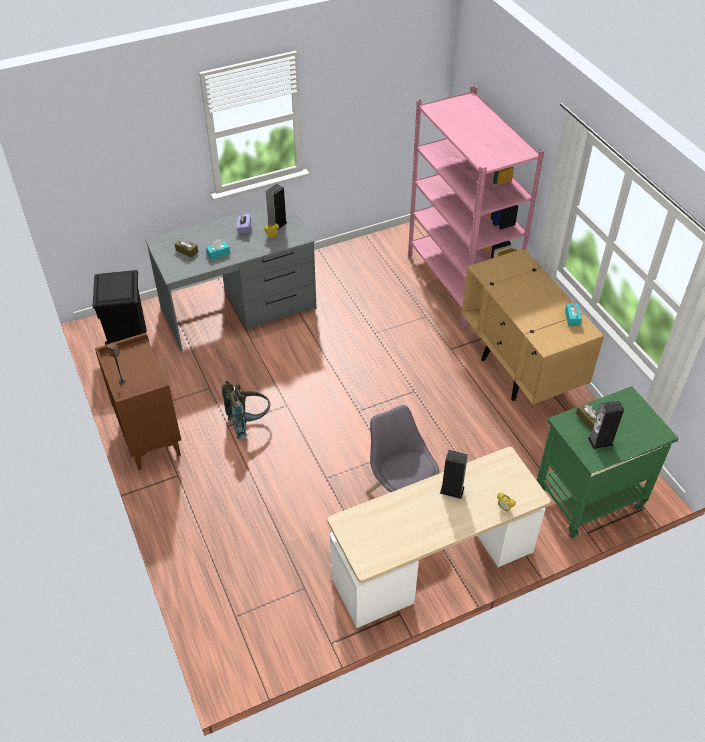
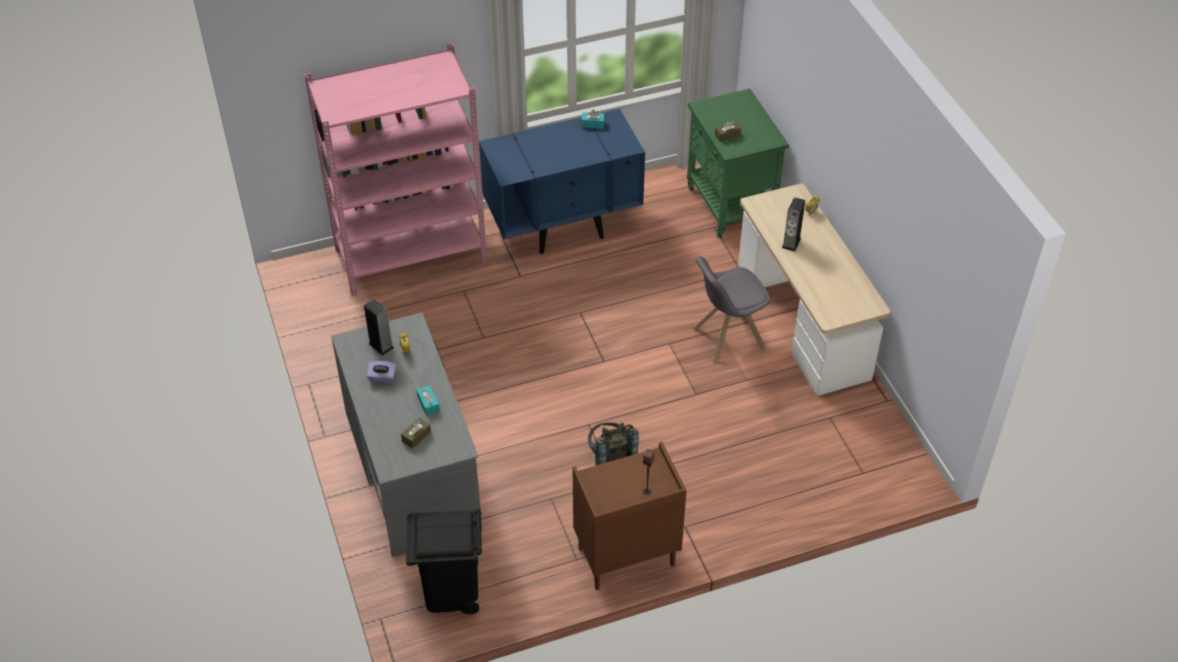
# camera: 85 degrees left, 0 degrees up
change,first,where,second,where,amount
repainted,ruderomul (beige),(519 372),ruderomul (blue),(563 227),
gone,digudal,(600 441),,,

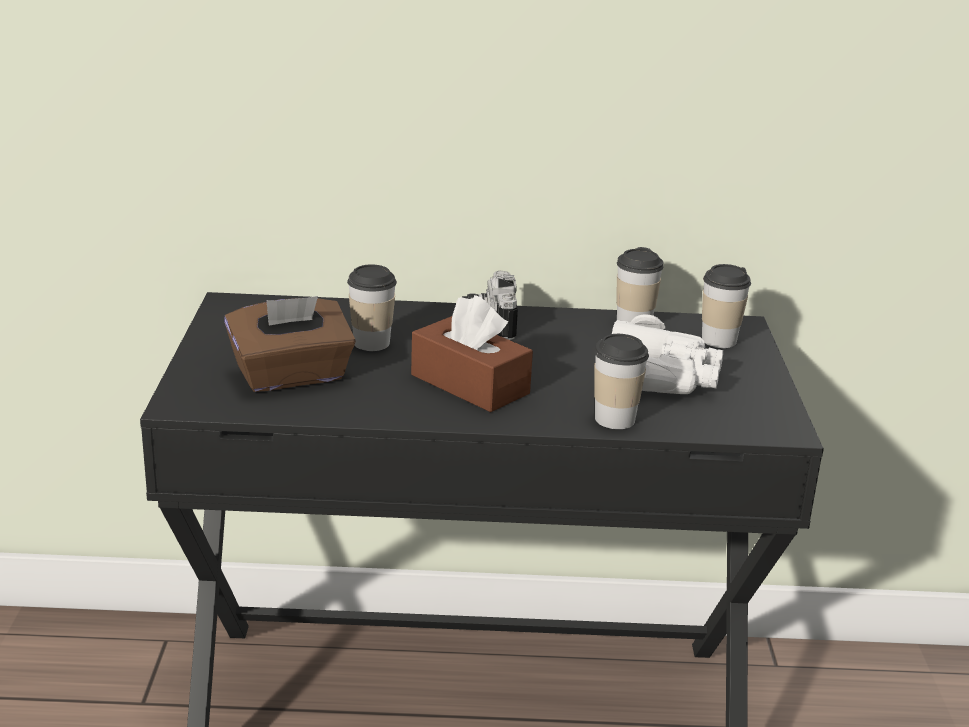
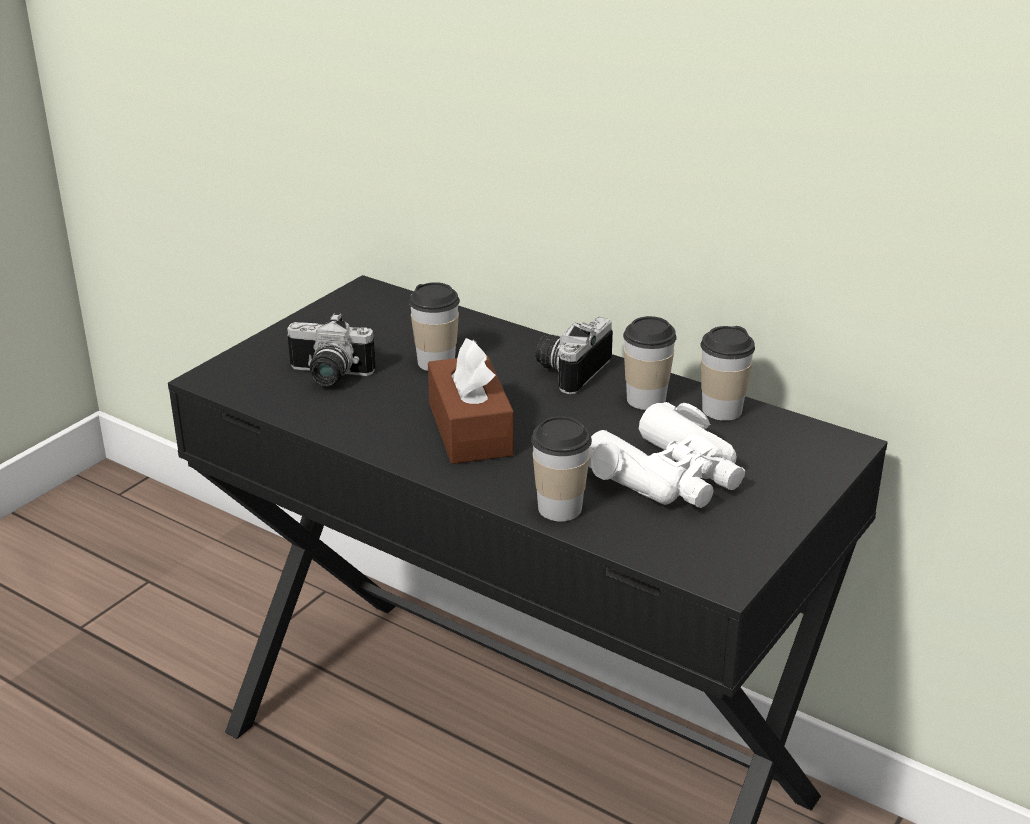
# camera: 35 degrees right, 5 degrees up
change,first,where,second,where,amount
swapped,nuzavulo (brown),(291 376),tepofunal,(328 376),
shifted,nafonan,(719 340),,(646 399),

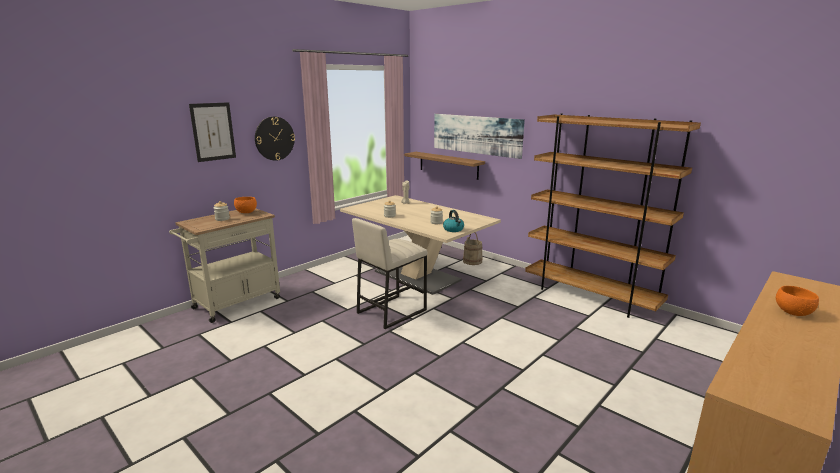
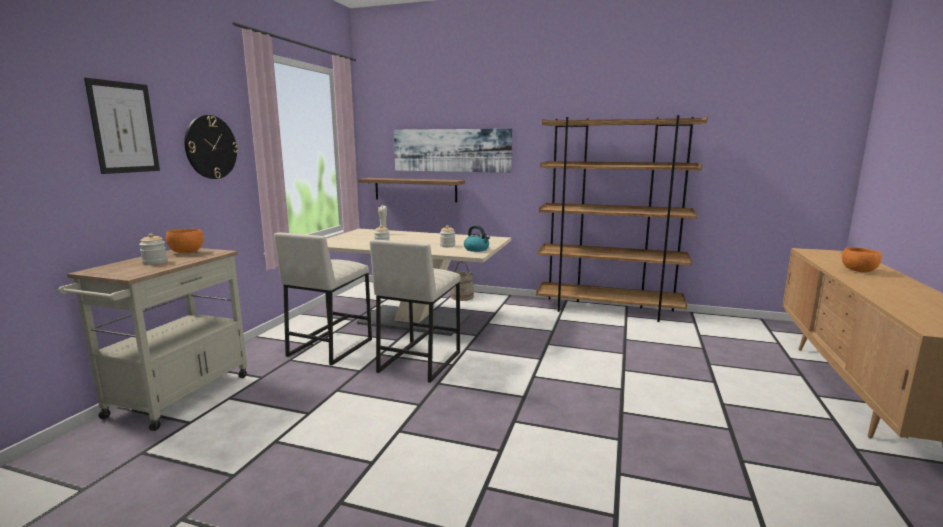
# camera: 25 degrees left, 5 degrees down
change,first,where,second,where,amount
new,,,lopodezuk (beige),(330 347),

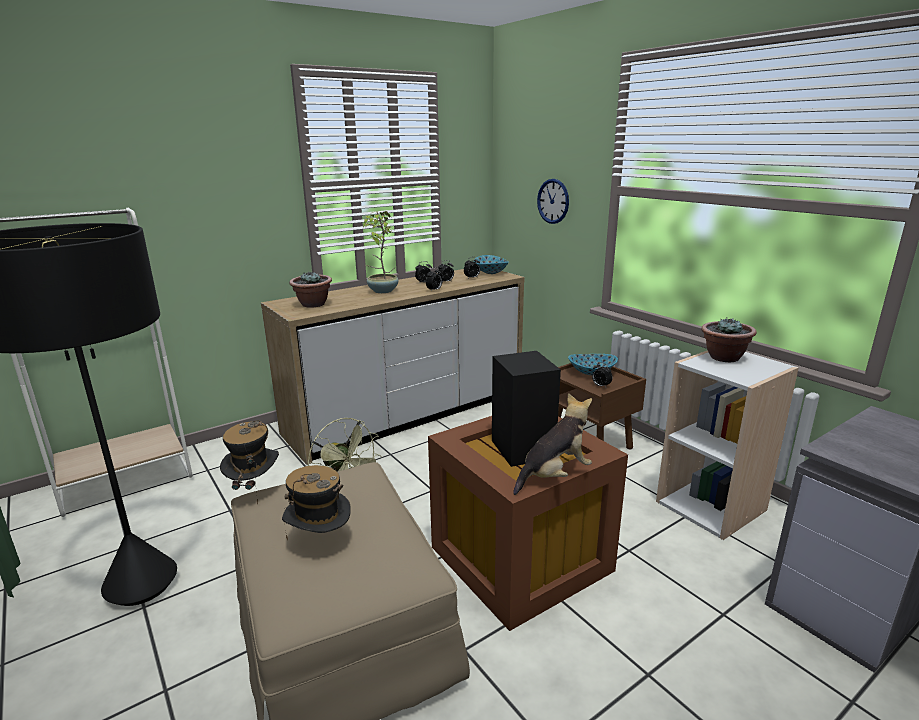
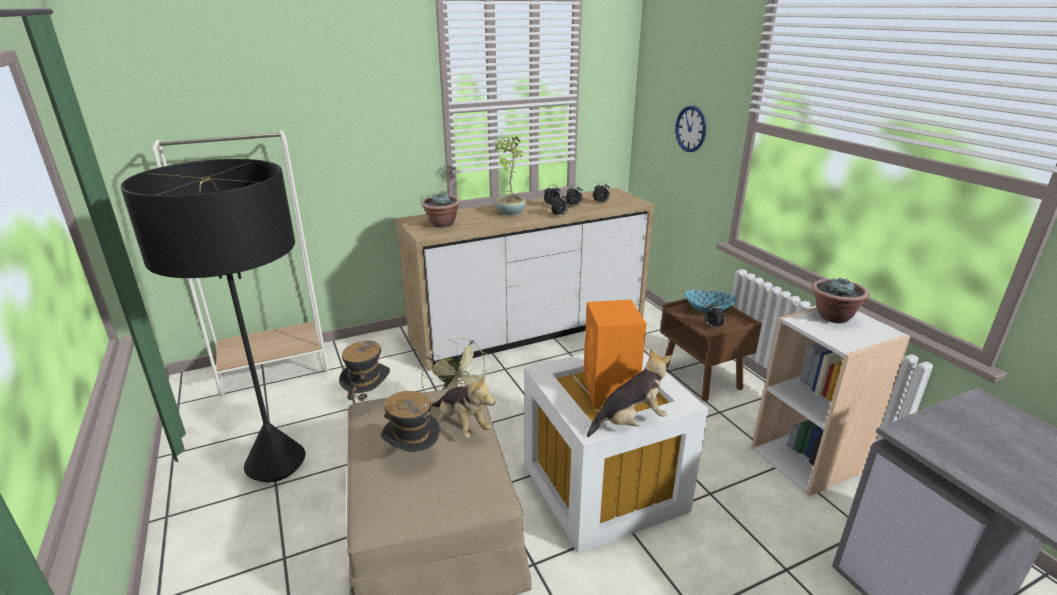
# camera: 10 degrees right, 5 degrees up
change,first,where,second,where,amount
repainted,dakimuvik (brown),(521 556),dakimuvik (white),(604 485),
gone,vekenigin,(491 272),,,
repainted,digudal (black),(523 450),digudal (orange),(610 391),
new,,,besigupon,(462 425),

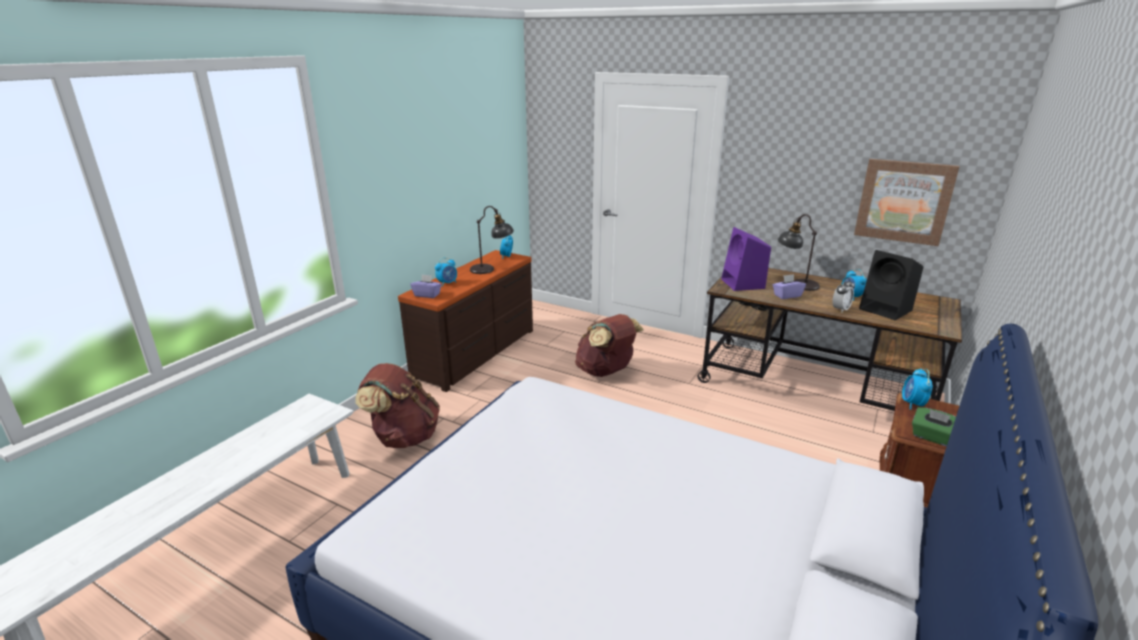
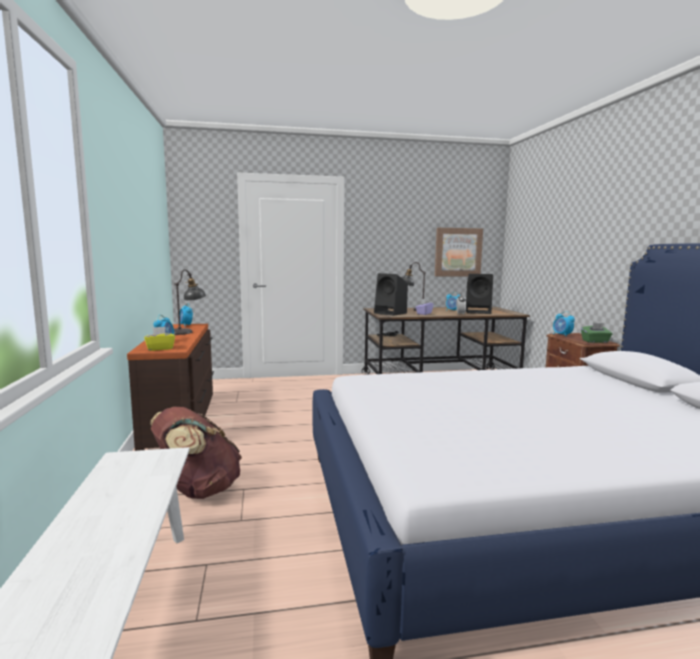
# camera: 40 degrees left, 15 degrees down
change,first,where,second,where,amount
repainted,nuzavulo (purple),(427 295),nuzavulo (yellow),(160 348),
gone,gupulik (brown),(606 372),,,
repainted,digudal (purple),(743 284),digudal (black),(391 313),

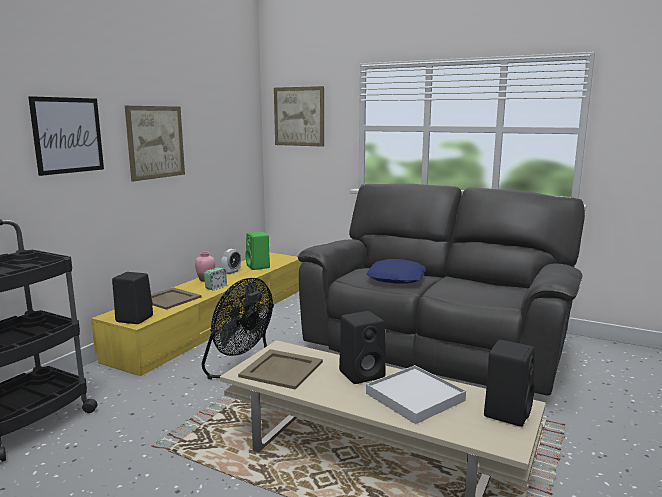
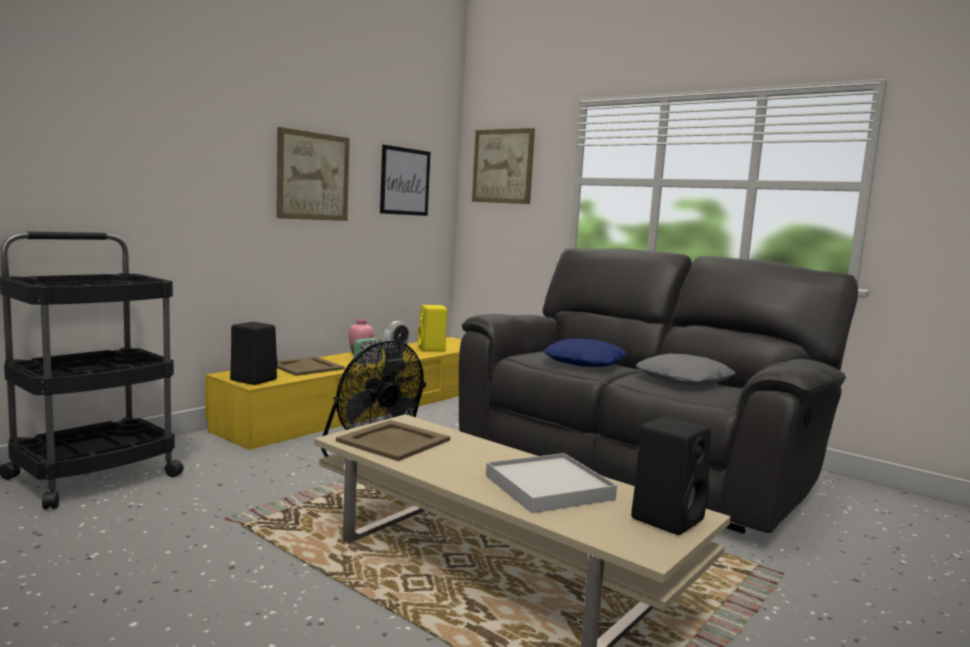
# camera: 10 degrees right, 5 degrees down
change,first,where,second,where,amount
shifted,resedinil,(68 135),,(405 181),
repainted,digudal (green),(258 267),digudal (yellow),(432 349),
gone,digudal (black),(363 374),,,
new,,,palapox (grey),(684 380),

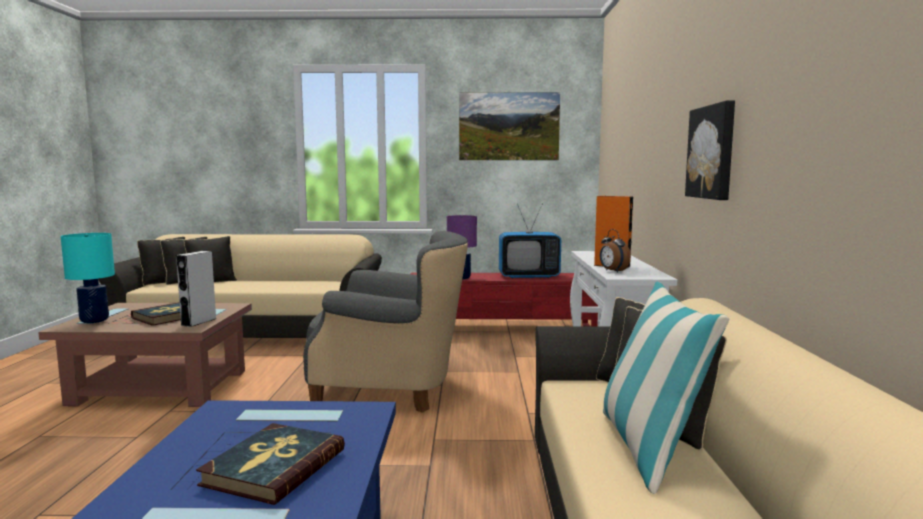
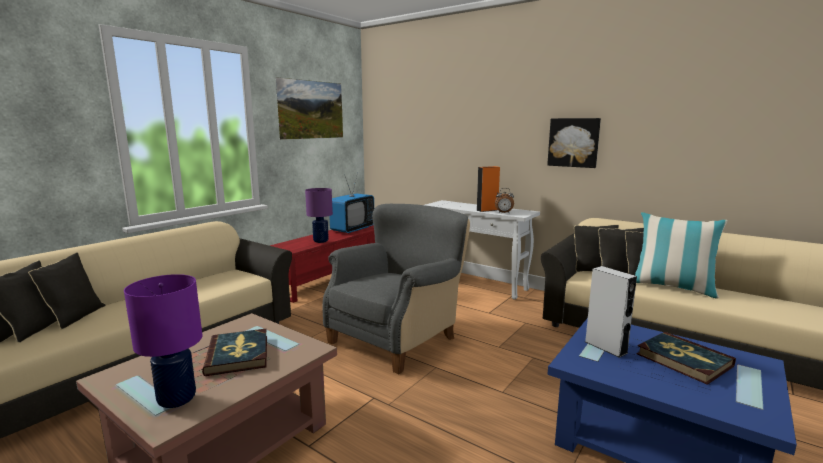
# camera: 55 degrees left, 5 degrees up
change,first,where,second,where,amount
repainted,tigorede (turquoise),(94 322),tigorede (purple),(177 401),
shifted,digudal (grey),(198 322),,(605 347),

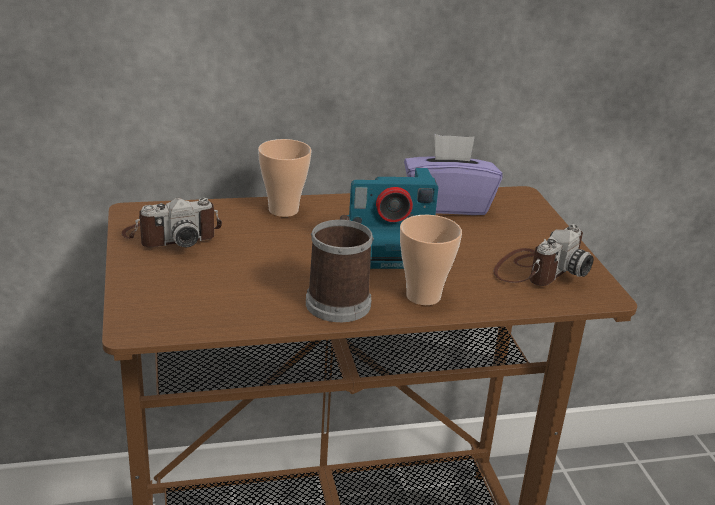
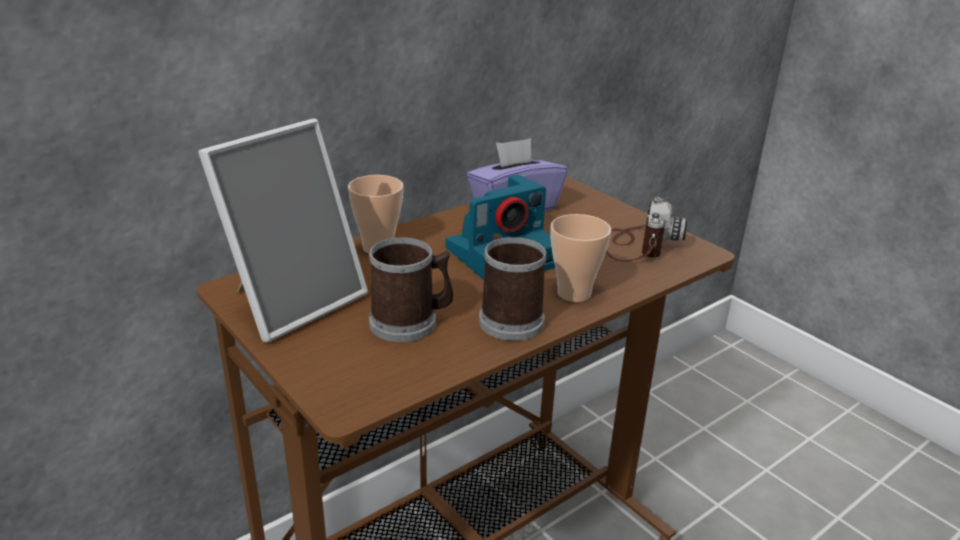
# camera: 25 degrees left, 0 degrees up
change,first,where,second,where,amount
swapped,tepofunal,(172 236),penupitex,(293 301),
new,,,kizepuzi,(411 323),

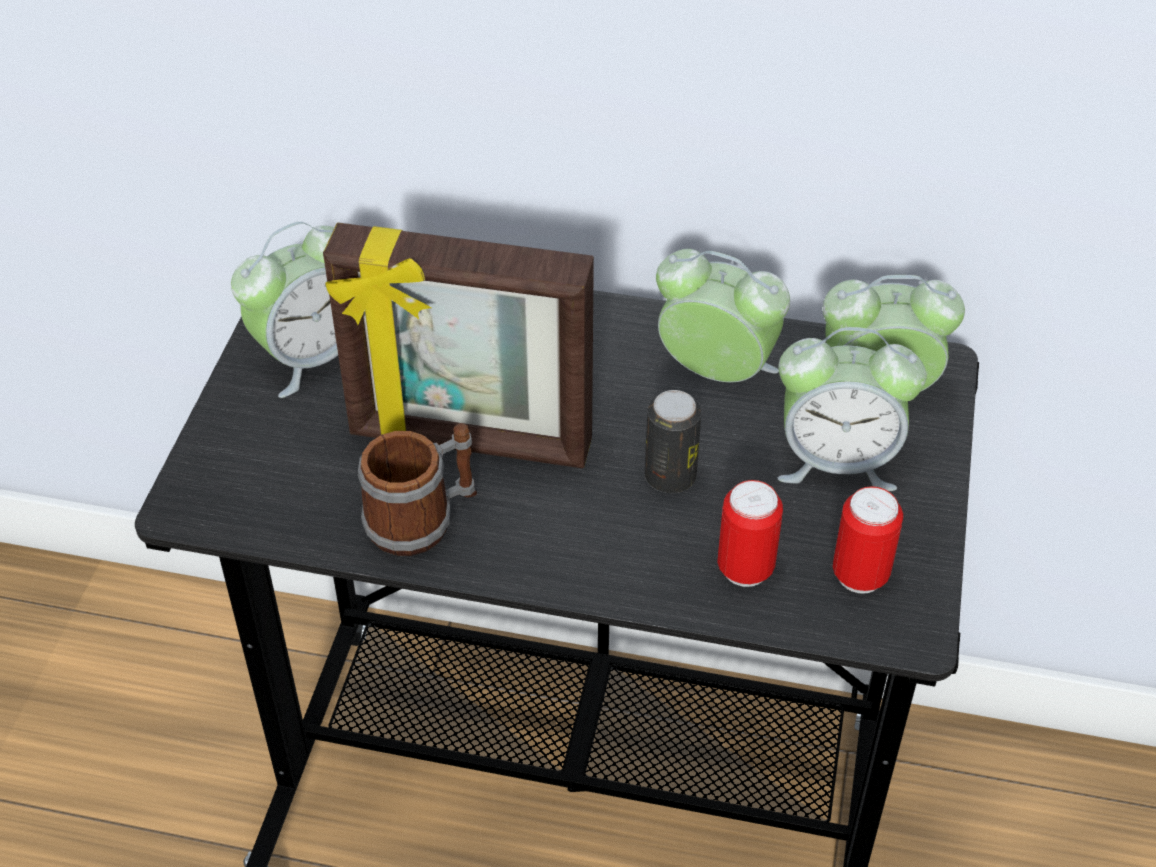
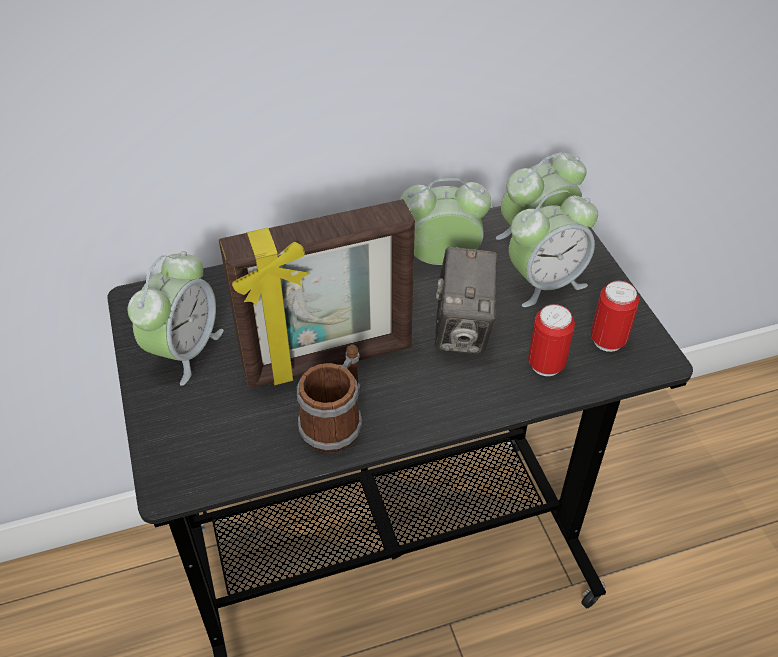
# camera: 30 degrees left, 0 degrees up
change,first,where,second,where,amount
swapped,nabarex,(670 476),tepofunal,(463 330),

